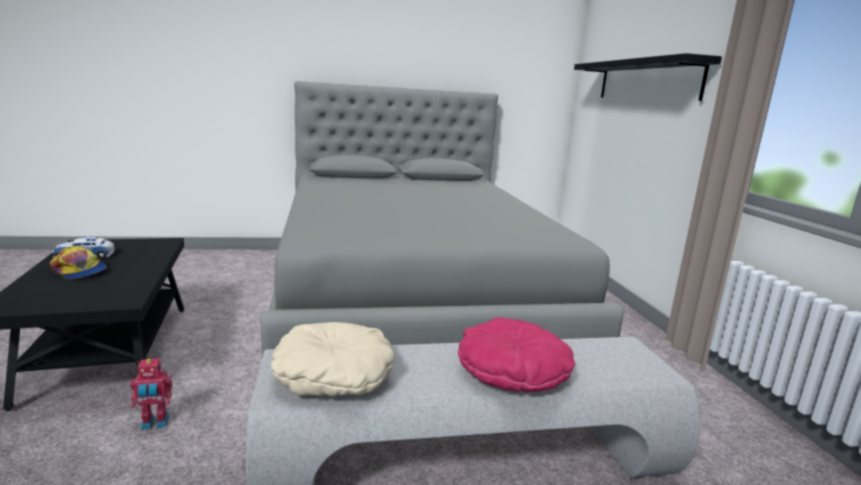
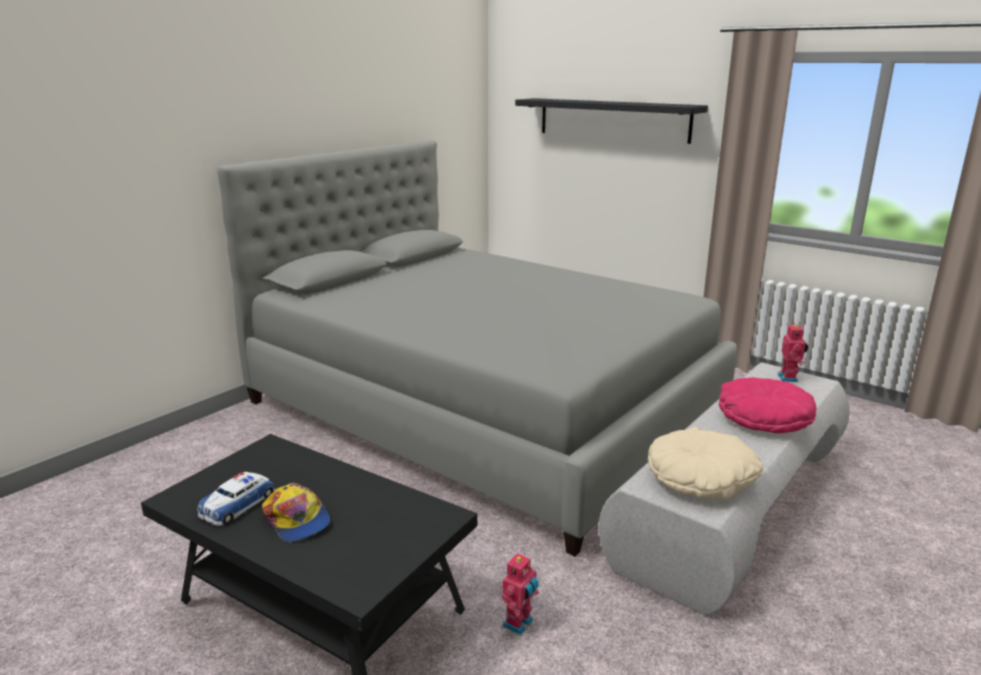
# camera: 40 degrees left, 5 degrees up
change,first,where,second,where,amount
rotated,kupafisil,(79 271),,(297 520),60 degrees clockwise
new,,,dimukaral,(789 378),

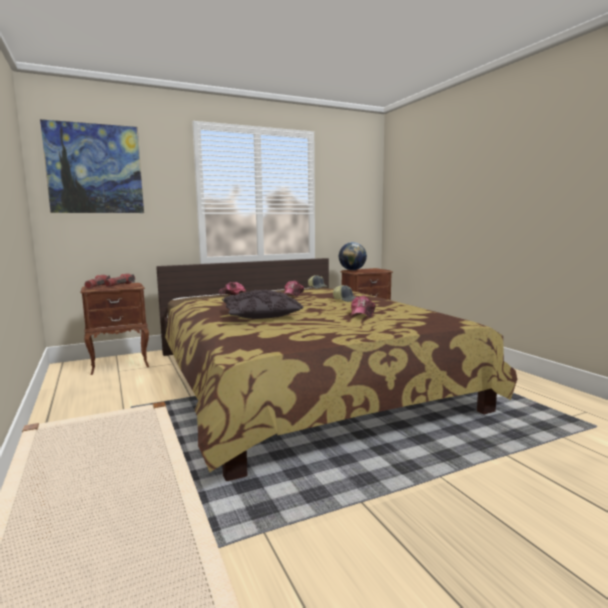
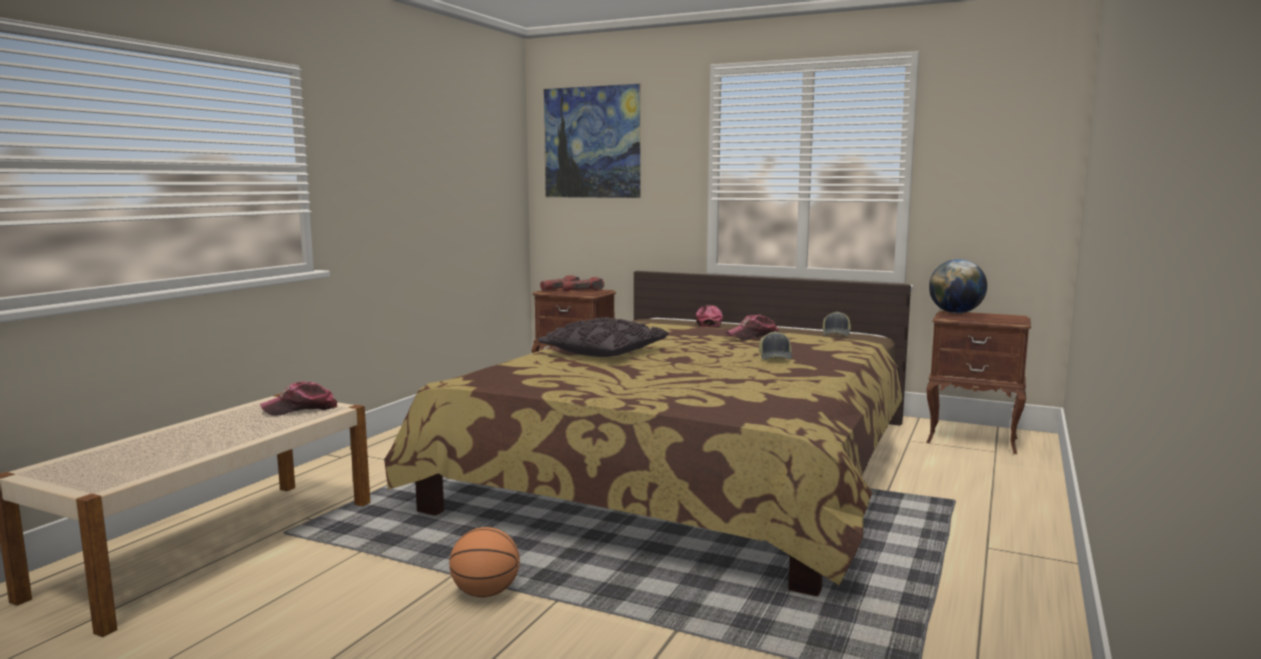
# camera: 50 degrees right, 0 degrees up
change,first,where,second,where,amount
shifted,kupafisil,(362 313),,(300 409),
new,,,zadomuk,(485 593),

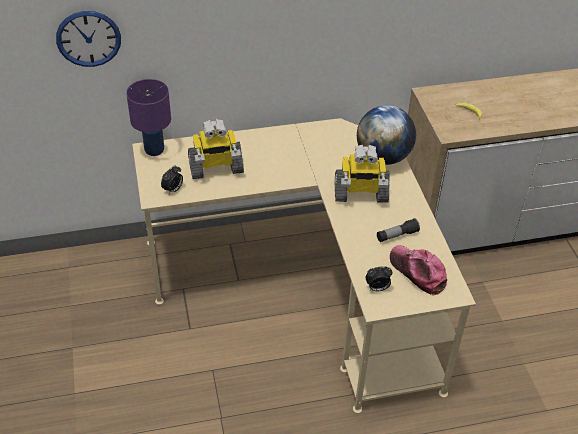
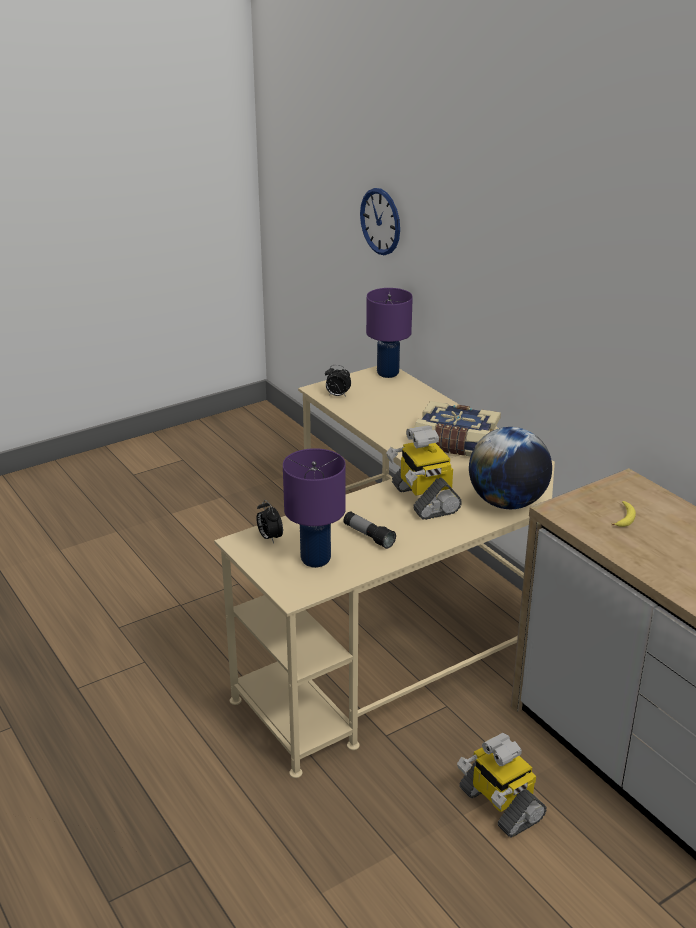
# camera: 70 degrees right, 15 degrees down
change,first,where,second,where,amount
shifted,dimukaral,(215 168),,(499 805),
swapped,kupafisil,(417 272),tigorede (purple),(314 561),
new,,,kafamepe,(455 444),

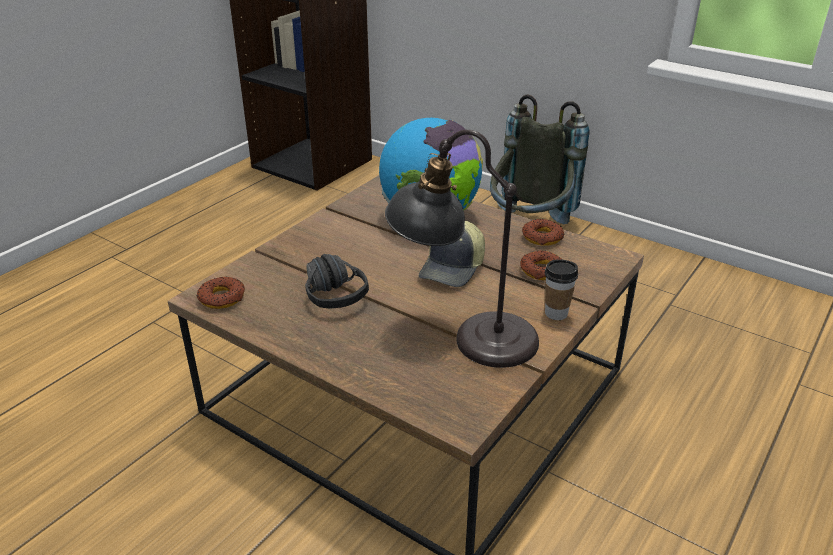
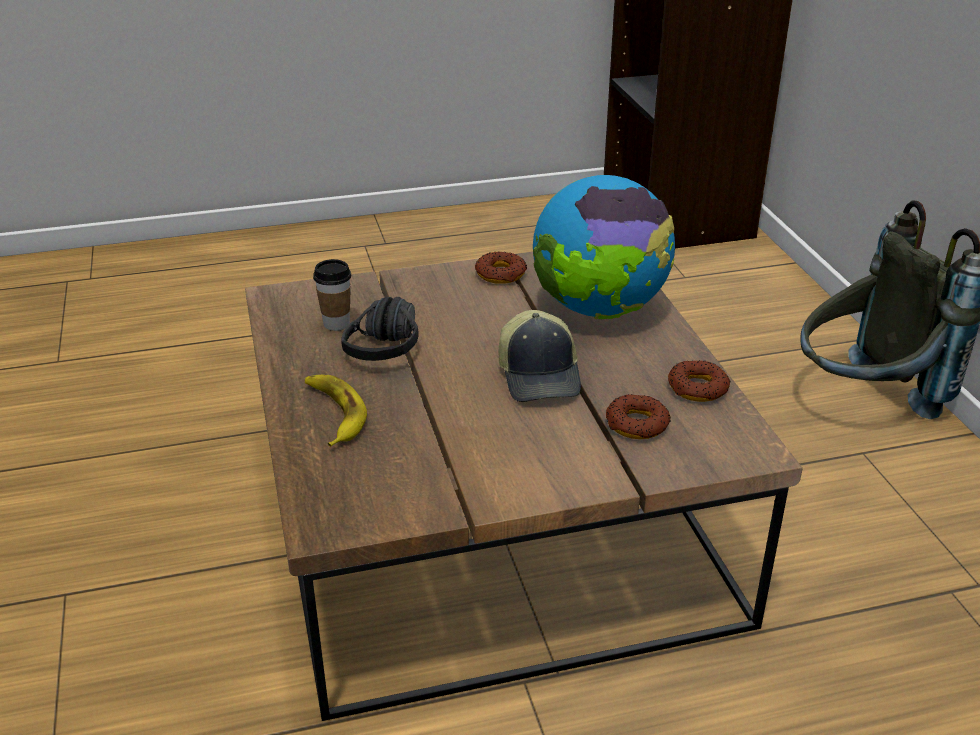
# camera: 40 degrees right, 0 degrees up
change,first,where,second,where,amount
shifted,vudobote,(222 298),,(501 274),
gone,tigorede (grey),(462 331),,,
rotated,kupafisil,(453 268),,(541 375),75 degrees counterclockwise
shifted,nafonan,(556 313),,(336 324),
new,,,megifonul,(334 413),

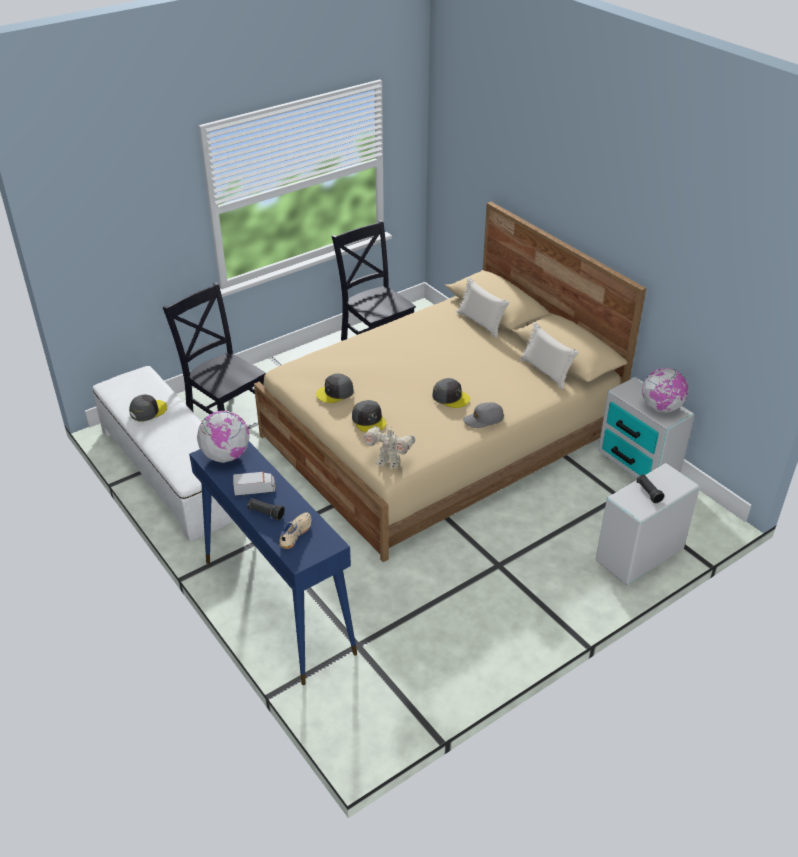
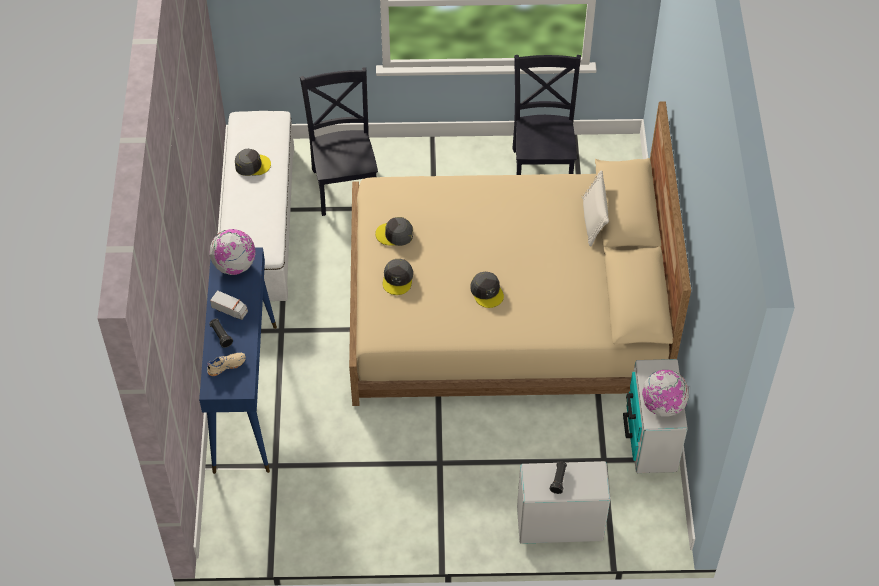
# camera: 35 degrees right, 15 degrees up
change,first,where,second,where,amount
gone,dimukaral,(389 462),,,
gone,kupafisil (grey),(483 419),,,
gone,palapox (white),(546 372),,,

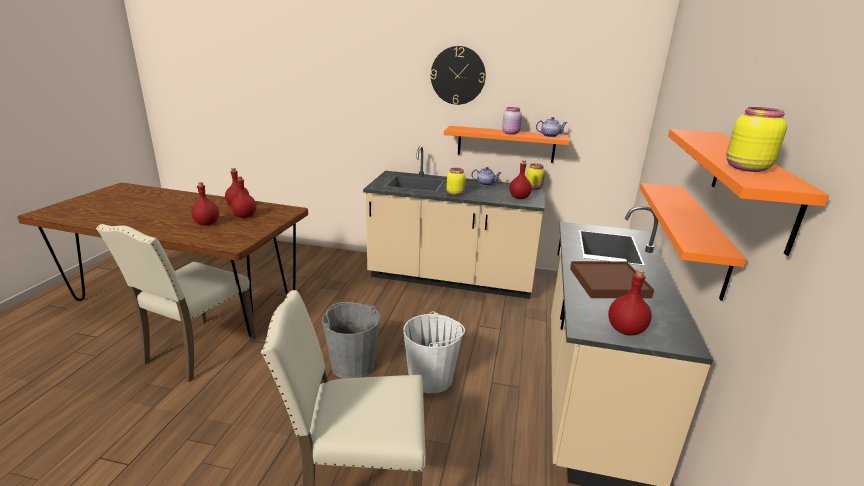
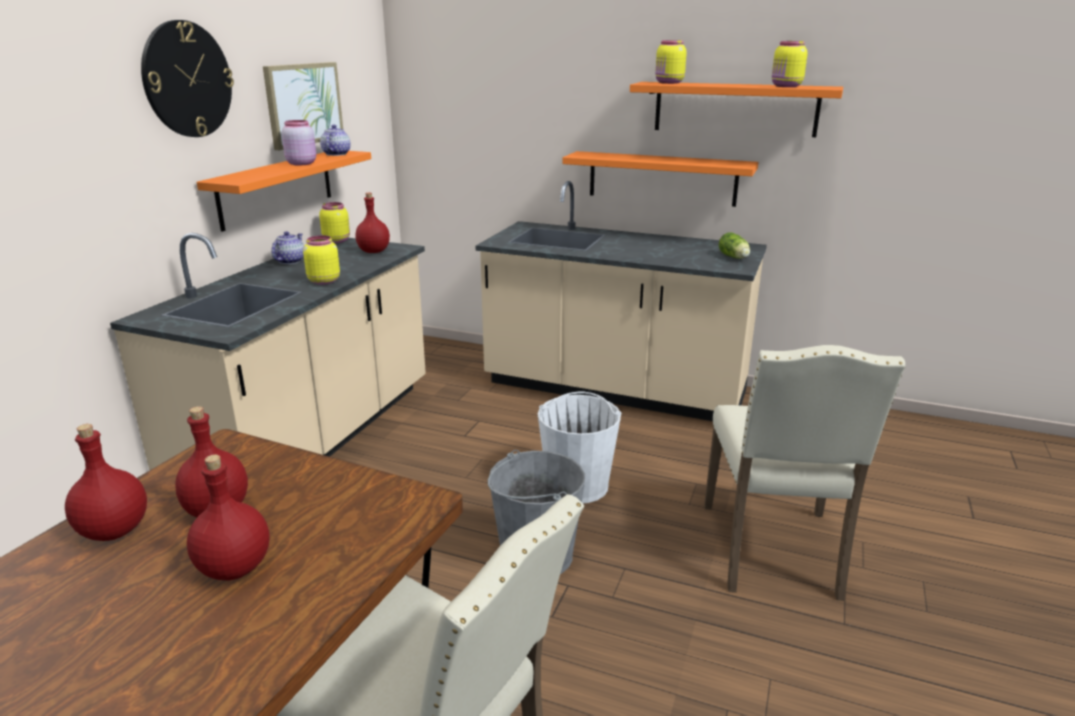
# camera: 80 degrees left, 0 degrees up
change,first,where,second,where,amount
gone,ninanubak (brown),(608 283),,,
swapped,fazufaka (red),(626 330),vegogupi,(734 257),
new,,,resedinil,(304 104),
new,,,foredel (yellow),(669 83),

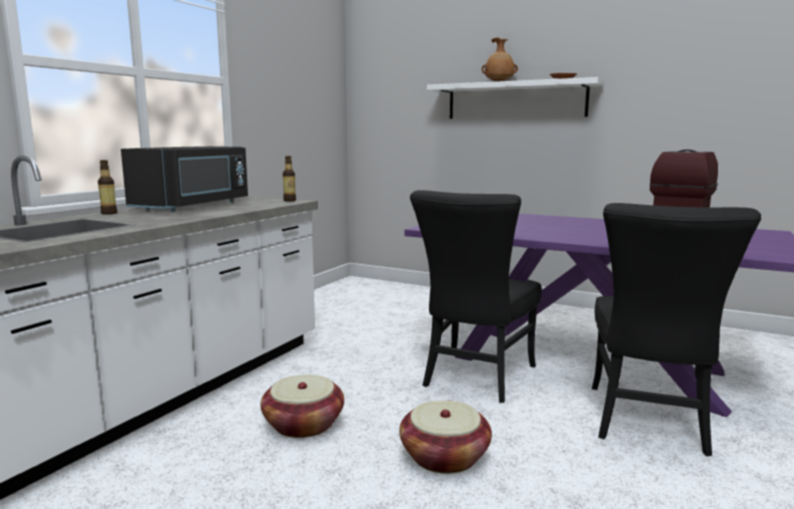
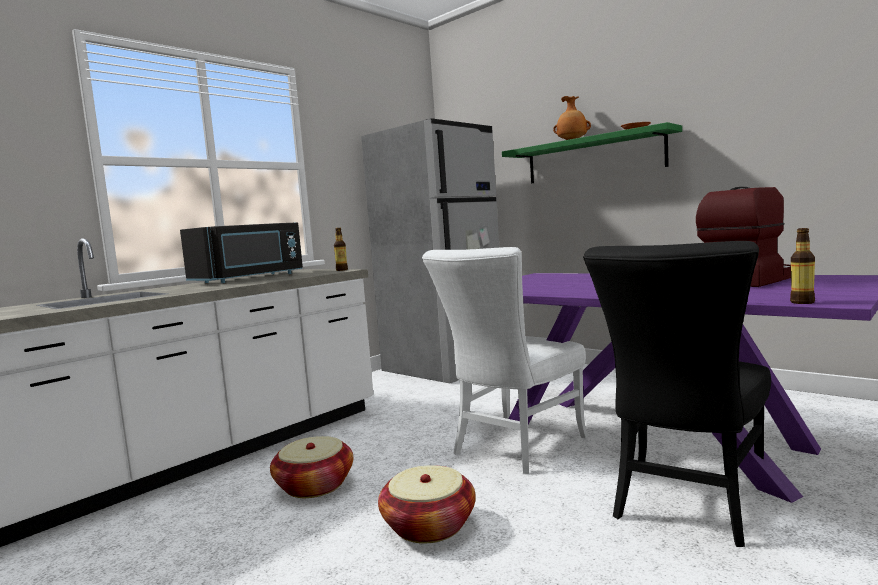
# camera: 15 degrees right, 5 degrees down
change,first,where,second,where,amount
shifted,fazufaka,(109 213),,(802 302),
repainted,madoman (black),(475 378),madoman (white),(513 447),
repainted,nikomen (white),(515 100),nikomen (green),(593 158),
new,,,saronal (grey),(444 366),

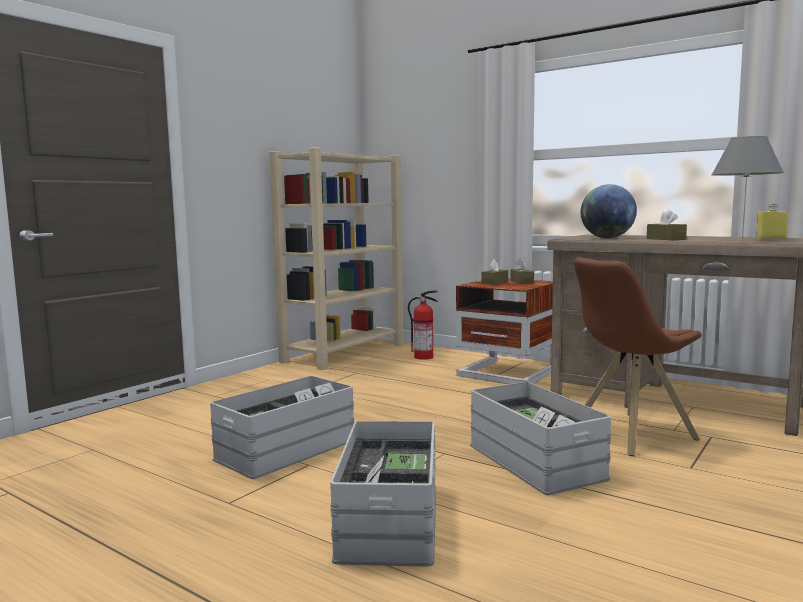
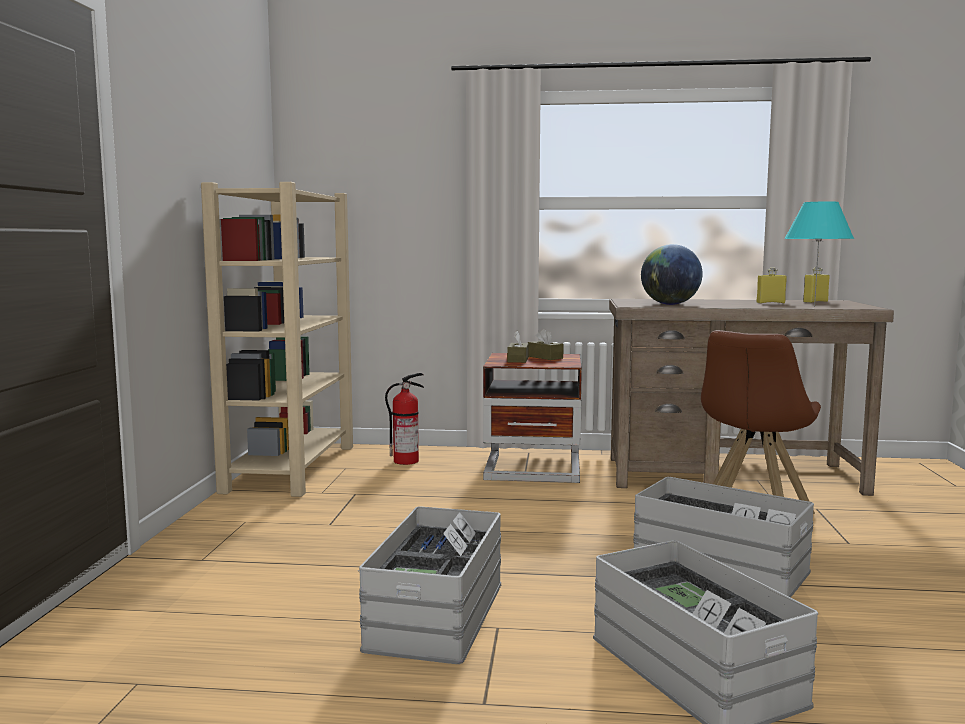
# camera: 30 degrees left, 0 degrees up
change,first,where,second,where,amount
gone,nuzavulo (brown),(666 239),,,
repainted,tigorede (grey),(742 241),tigorede (turquoise),(814 306),
new,,,fazufaka (yellow),(770 302),

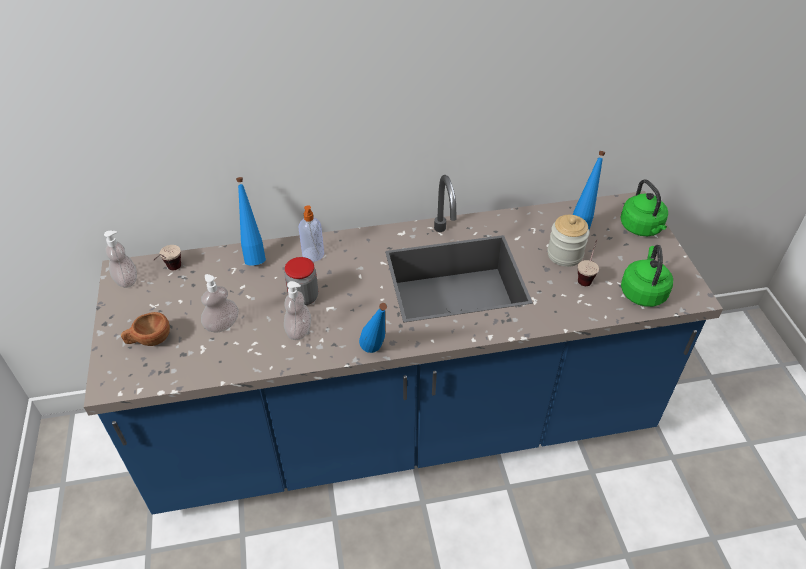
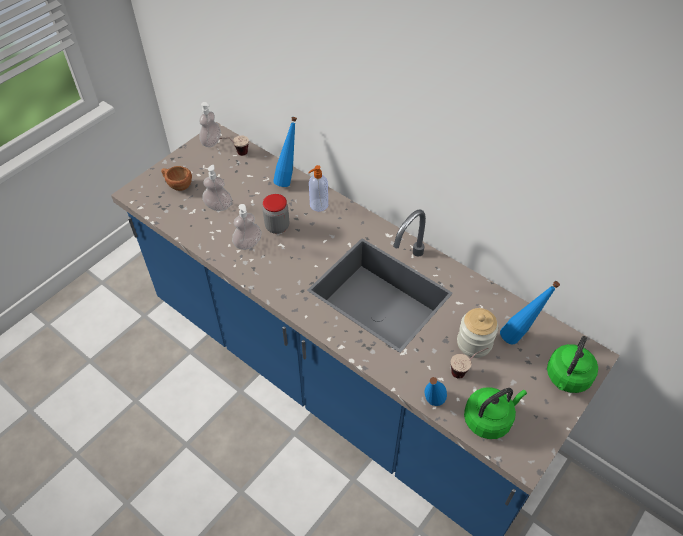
# camera: 50 degrees right, 5 degrees up
change,first,where,second,where,amount
shifted,fazufaka (blue),(376 354),,(431 407),

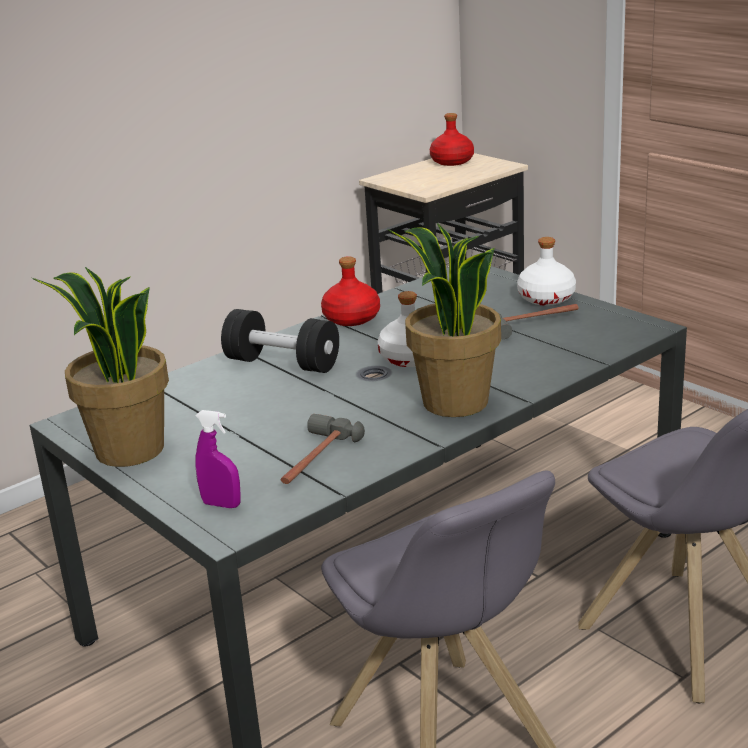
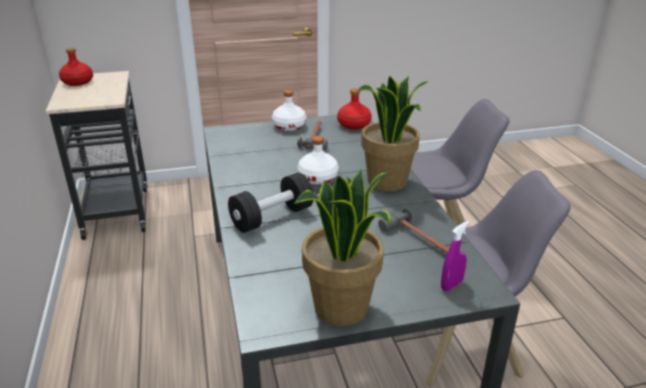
# camera: 65 degrees left, 5 degrees up
change,first,where,second,where,amount
shifted,fazufaka (red),(351 318),,(354 125),

